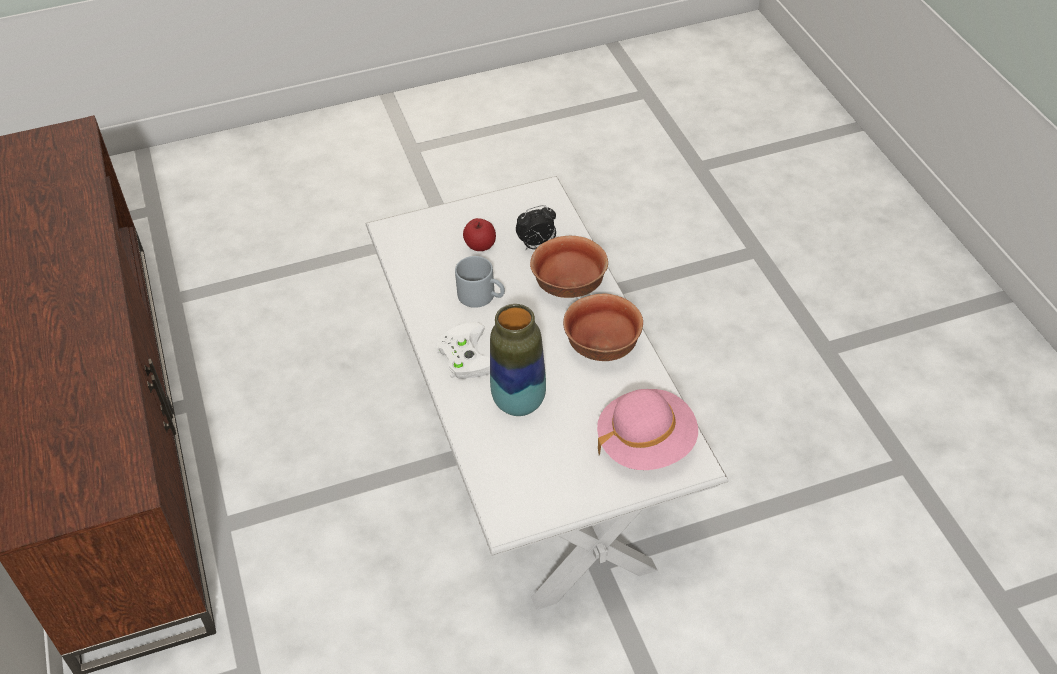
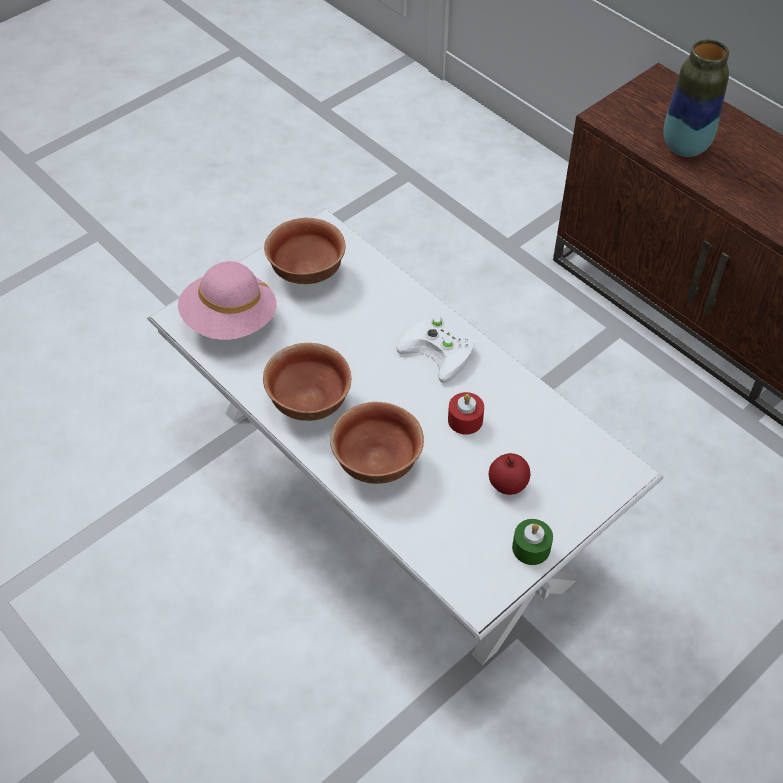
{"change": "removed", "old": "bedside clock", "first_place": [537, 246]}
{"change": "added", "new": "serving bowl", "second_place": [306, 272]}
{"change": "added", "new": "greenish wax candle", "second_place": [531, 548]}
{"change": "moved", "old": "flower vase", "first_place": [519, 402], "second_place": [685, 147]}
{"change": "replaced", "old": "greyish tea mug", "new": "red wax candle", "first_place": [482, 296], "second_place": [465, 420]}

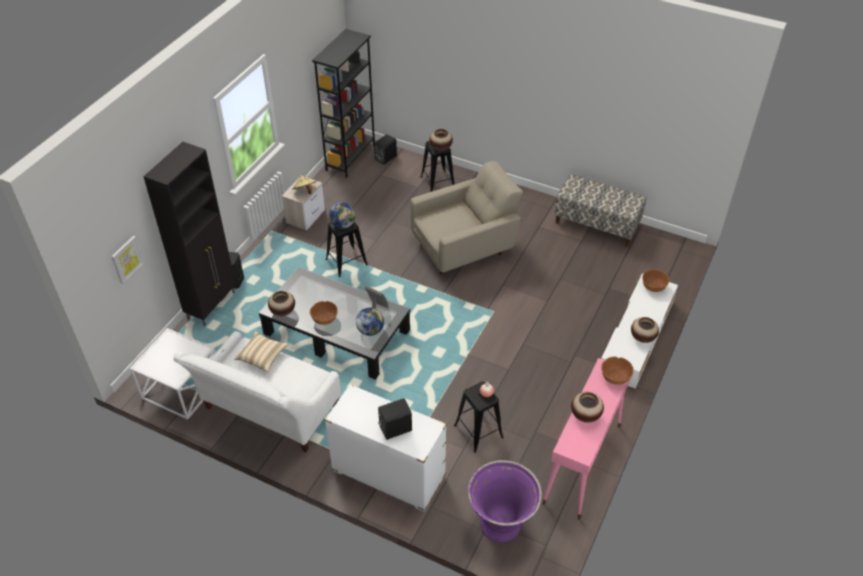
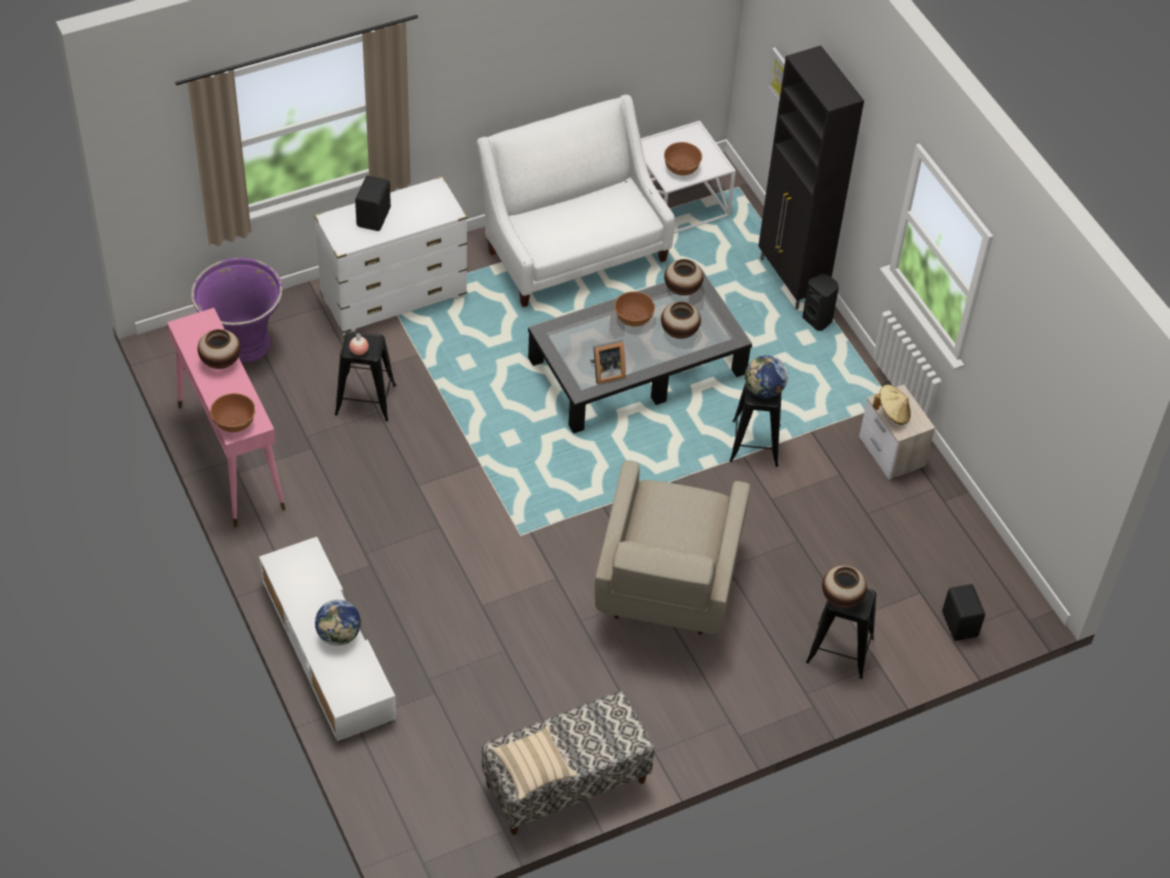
{"change": "removed", "old": "blackish shelving unit", "first_place": [350, 157]}
{"change": "moved", "old": "beige-coloured throw pillow", "first_place": [262, 356], "second_place": [533, 769]}
{"change": "moved", "old": "desk globe", "first_place": [370, 330], "second_place": [339, 635]}
{"change": "moved", "old": "flower vase", "first_place": [642, 338], "second_place": [679, 332]}
{"change": "moved", "old": "brown serving bowl", "first_place": [653, 287], "second_place": [681, 168]}

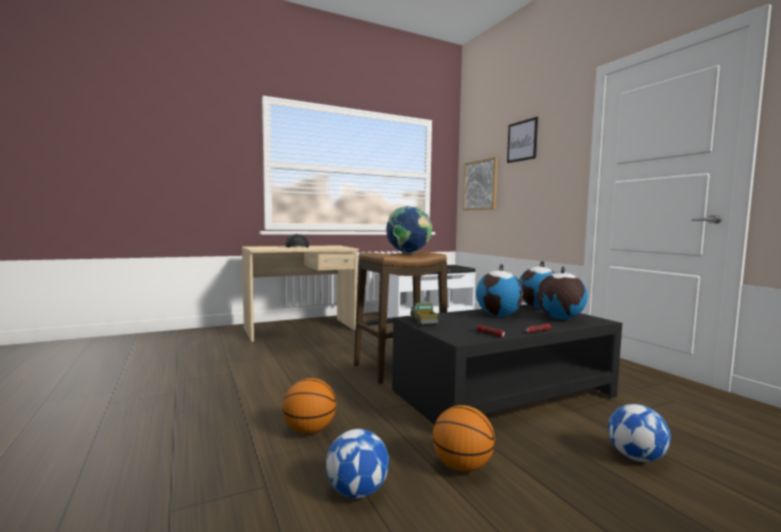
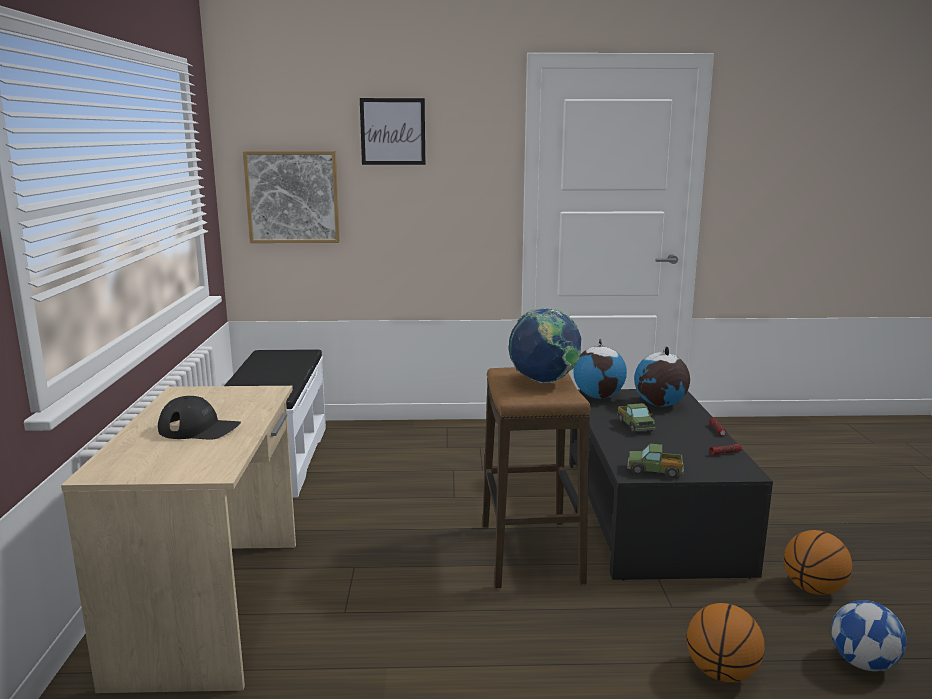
{"change": "removed", "old": "ball for football", "first_place": [636, 457]}
{"change": "replaced", "old": "desk globe", "new": "toy truck", "first_place": [499, 315], "second_place": [635, 426]}

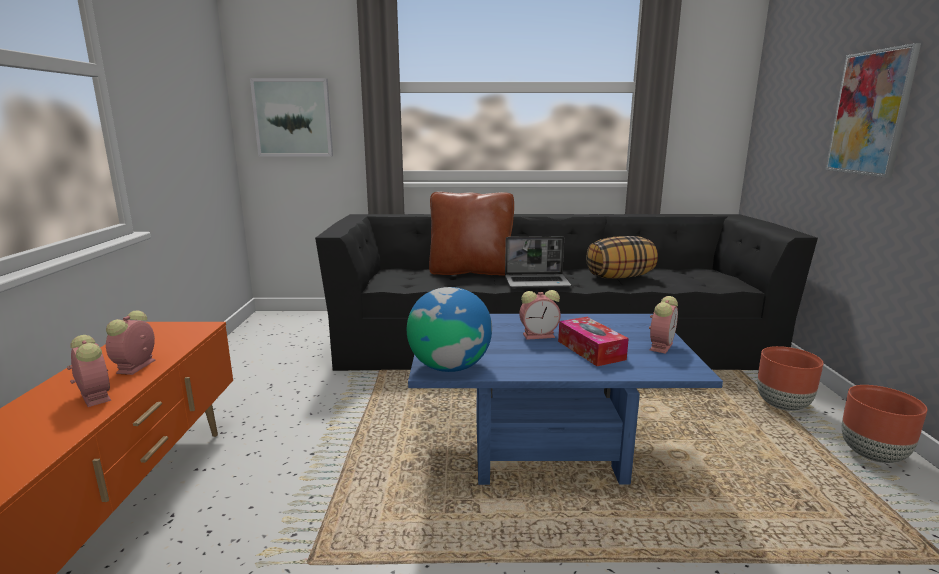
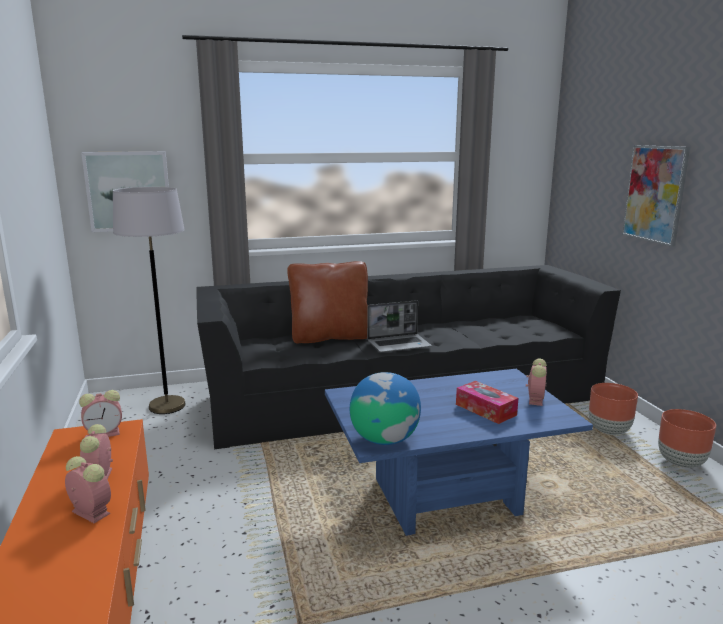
{"change": "removed", "old": "throw pillow", "first_place": [619, 277]}
{"change": "added", "new": "greyish standing lamp", "second_place": [167, 406]}
{"change": "moved", "old": "bedside clock", "first_place": [540, 335], "second_place": [105, 433]}

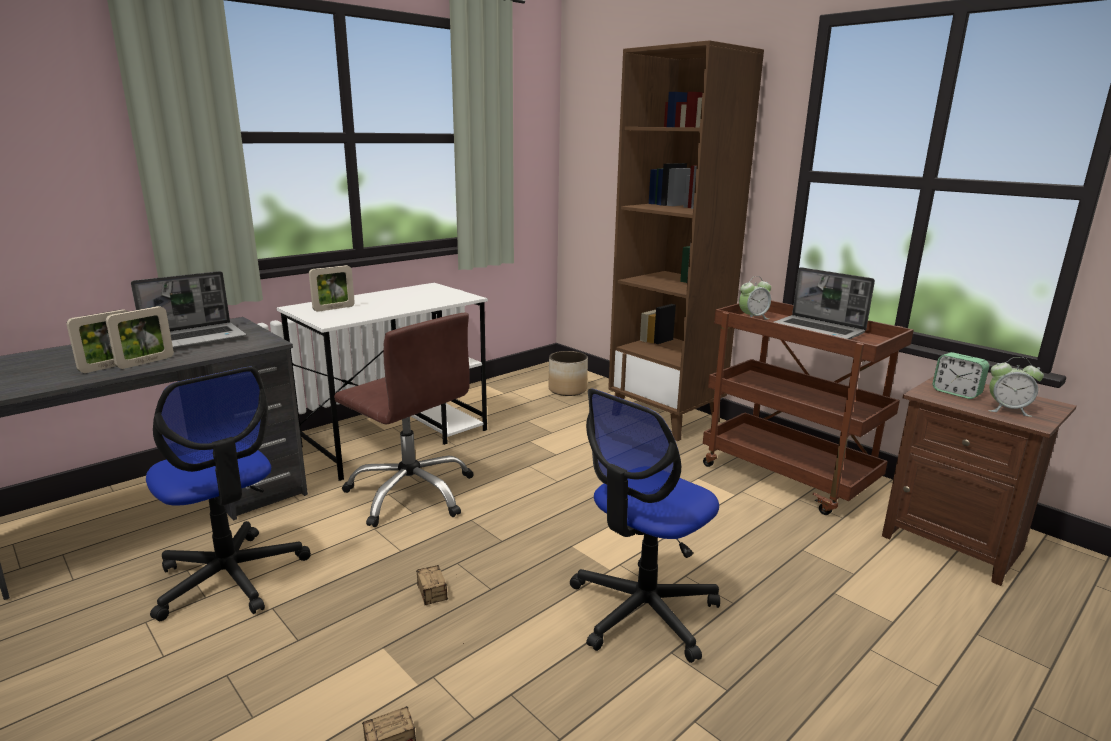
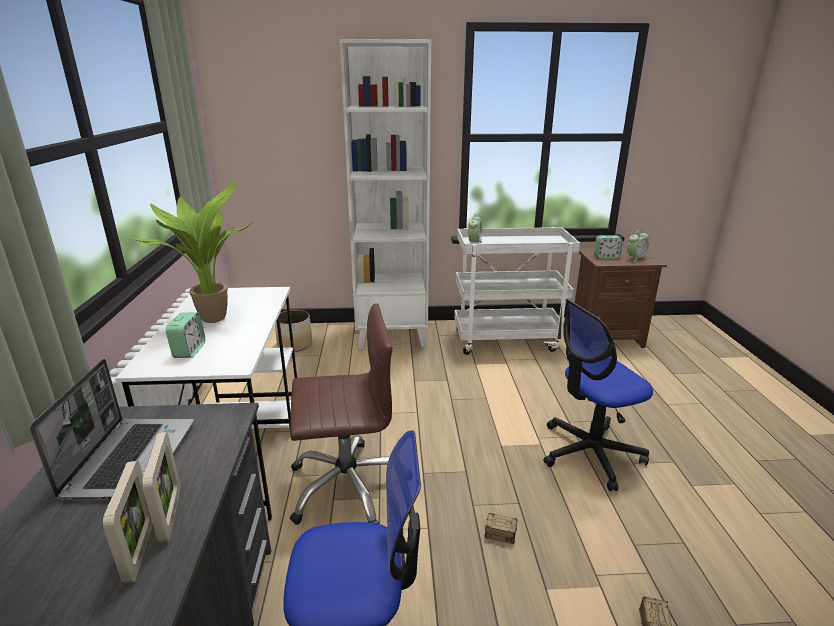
{"change": "removed", "old": "laptop", "first_place": [817, 331]}
{"change": "added", "new": "potted plant", "second_place": [212, 317]}
{"change": "replaced", "old": "standing frame", "new": "bedside clock", "first_place": [334, 308], "second_place": [189, 351]}
{"change": "recoloured", "old": "brown shelving unit", "new": "white shelving unit", "first_place": [666, 418], "second_place": [392, 335]}
{"change": "recoloured", "old": "brown wheeled cart", "new": "white wheeled cart", "first_place": [789, 477], "second_place": [507, 340]}
{"change": "turned", "old": "computer chair", "first_place": [643, 611], "second_place": [590, 453], "degrees": 75}

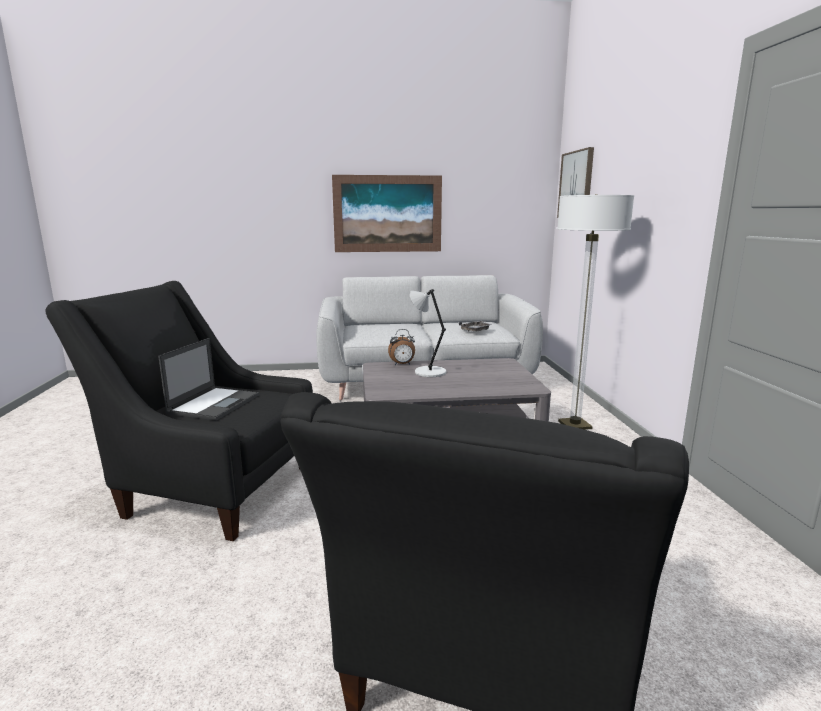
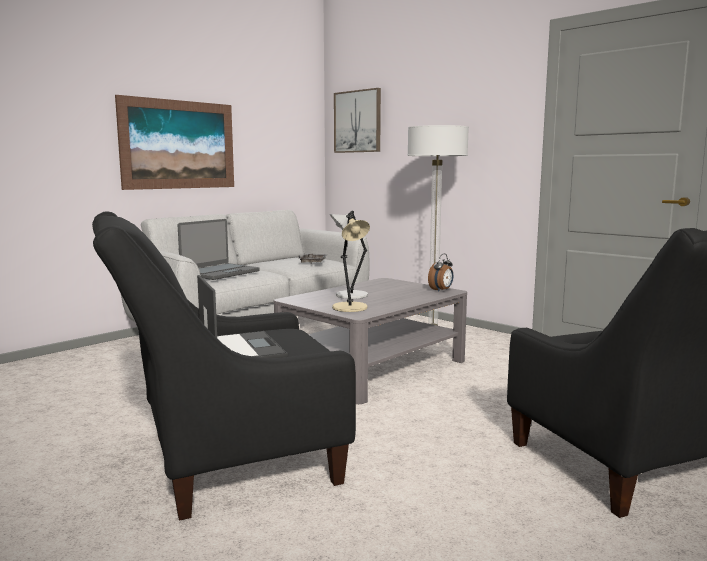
{"change": "added", "new": "laptop", "second_place": [220, 273]}
{"change": "added", "new": "beige-coloured tabletop lamp", "second_place": [351, 308]}
{"change": "moved", "old": "bedside clock", "first_place": [402, 364], "second_place": [441, 290]}

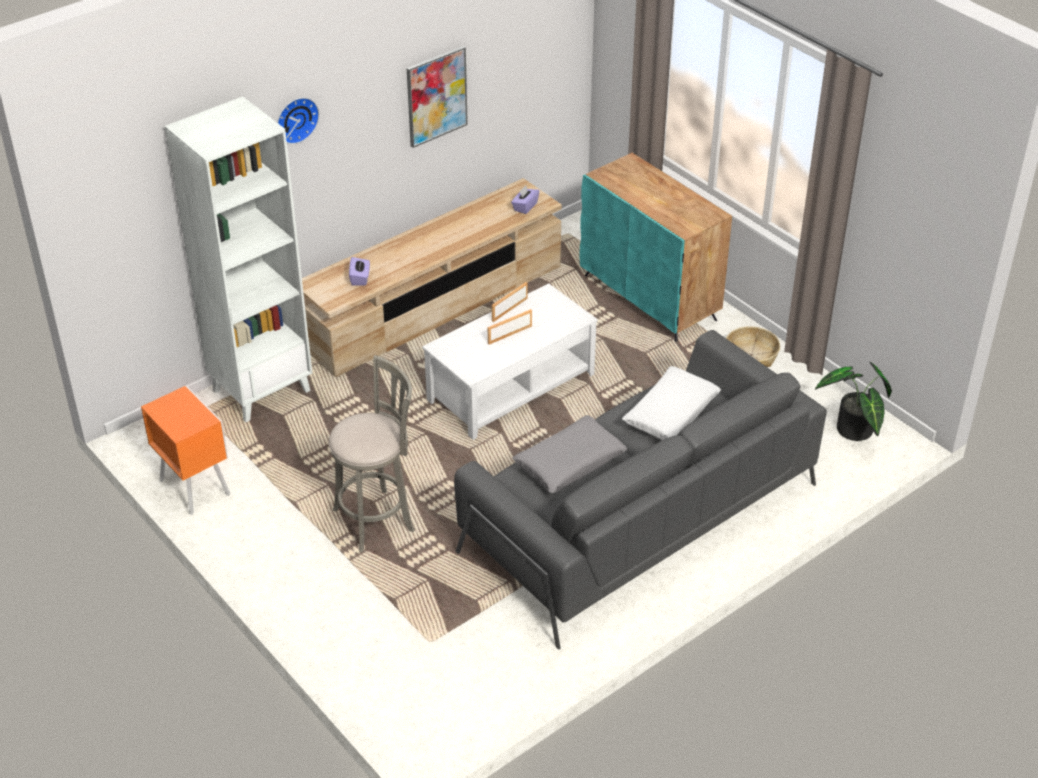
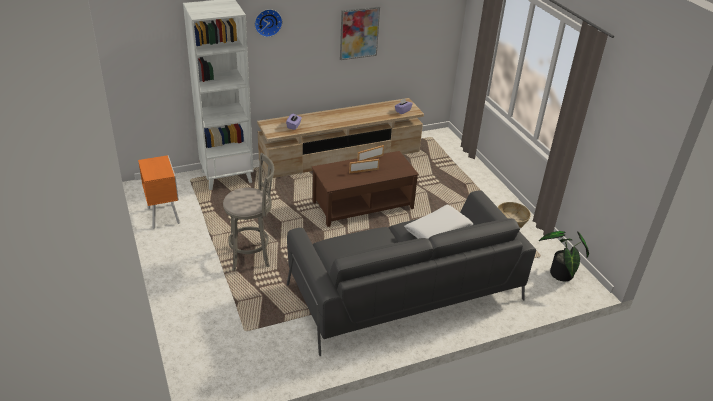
{"change": "removed", "old": "greyish throw pillow", "first_place": [569, 462]}
{"change": "removed", "old": "turquoise storage cabinet", "first_place": [650, 298]}
{"change": "recoloured", "old": "white low table", "new": "brown low table", "first_place": [511, 388], "second_place": [362, 205]}

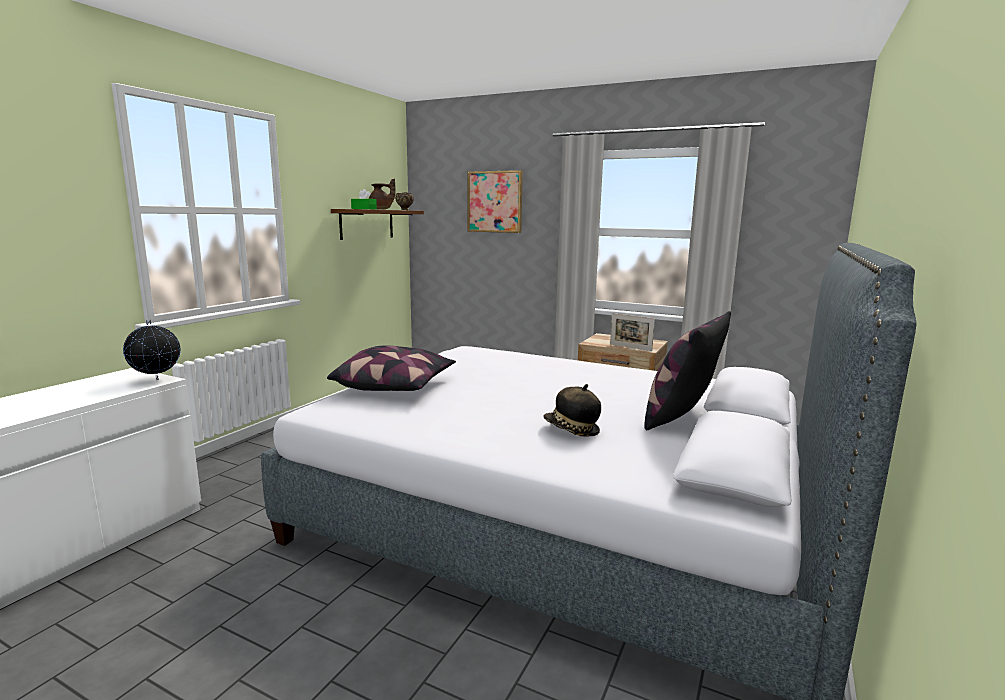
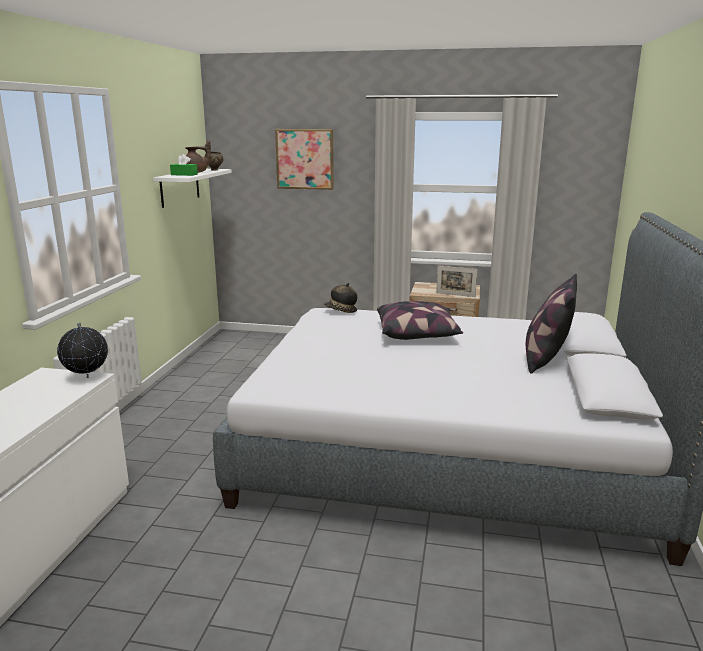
{"change": "moved", "old": "throw pillow", "first_place": [396, 387], "second_place": [417, 334]}
{"change": "moved", "old": "wearable hat", "first_place": [571, 430], "second_place": [340, 311]}
{"change": "recoloured", "old": "brown wall shelf", "new": "white wall shelf", "first_place": [367, 224], "second_place": [180, 187]}

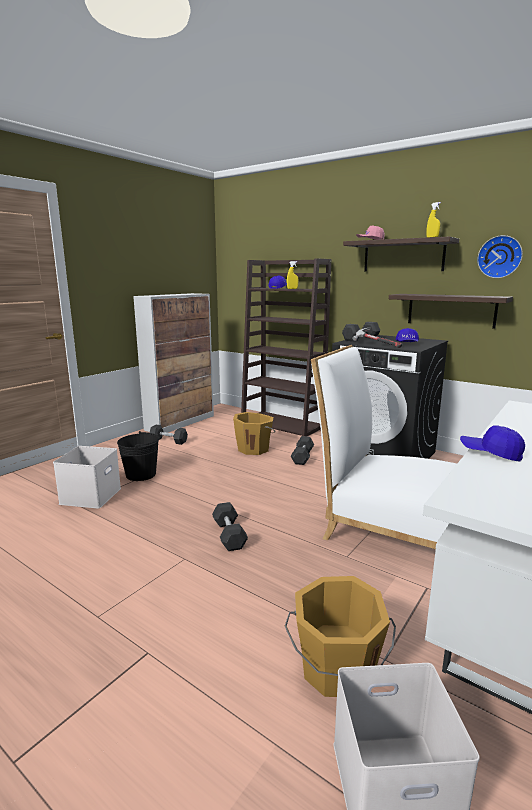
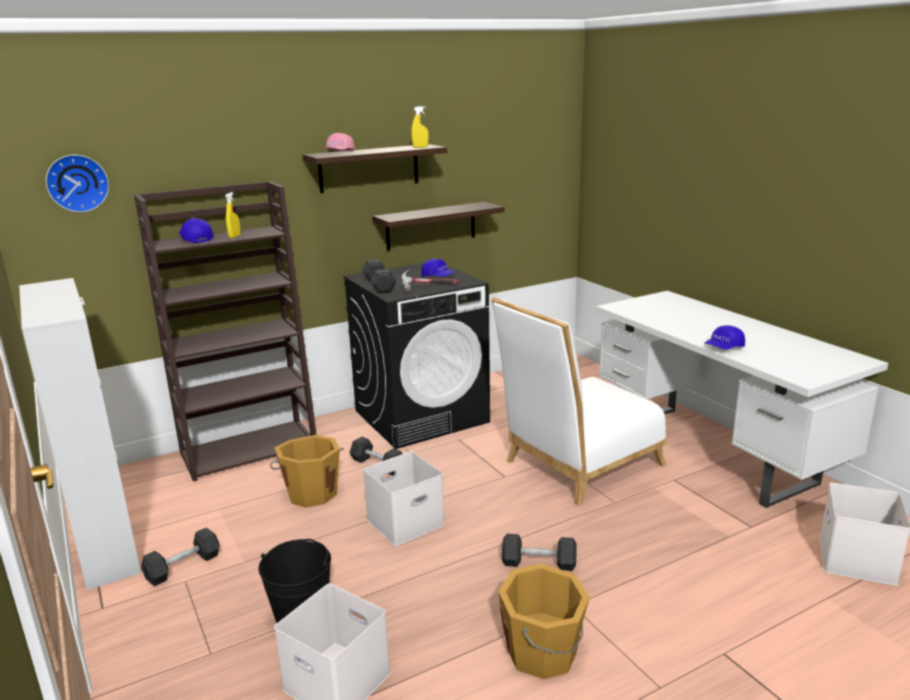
{"change": "added", "new": "white storage bin", "second_place": [405, 521]}
{"change": "moved", "old": "orangey bucket", "first_place": [336, 669], "second_place": [543, 653]}
{"change": "moved", "old": "clock on the wall", "first_place": [500, 257], "second_place": [77, 183]}

